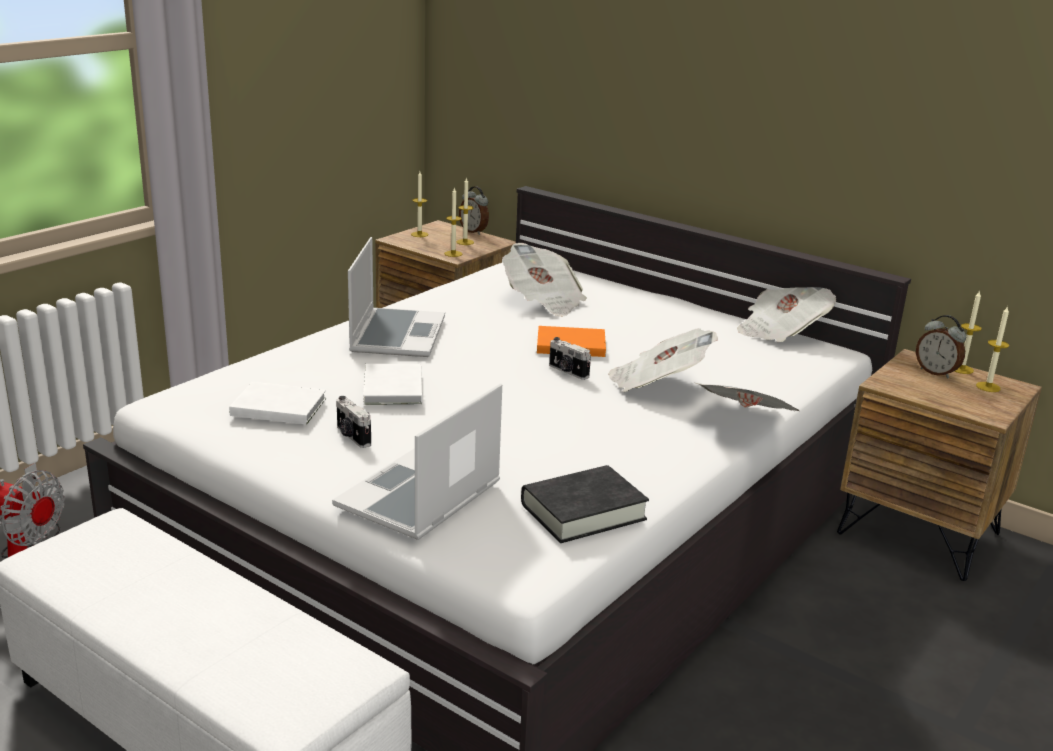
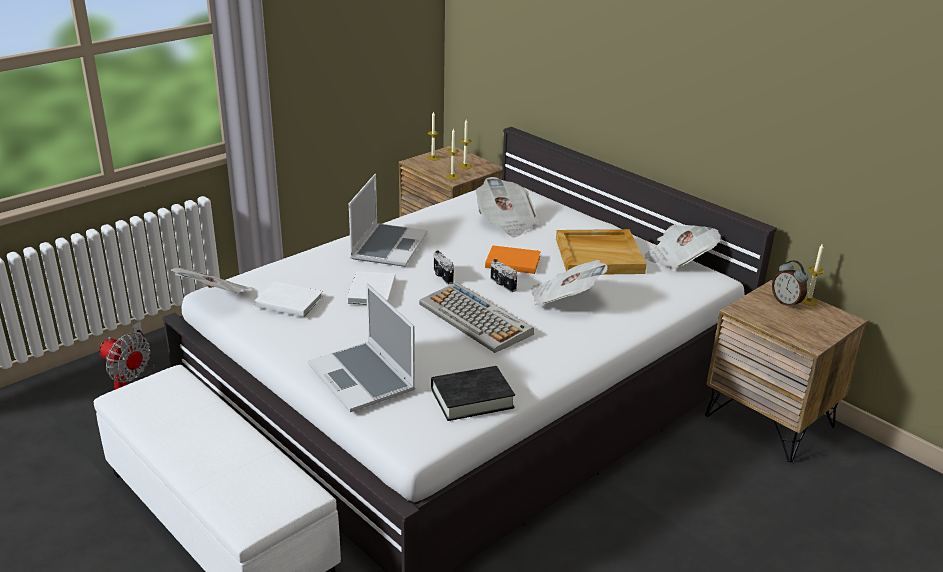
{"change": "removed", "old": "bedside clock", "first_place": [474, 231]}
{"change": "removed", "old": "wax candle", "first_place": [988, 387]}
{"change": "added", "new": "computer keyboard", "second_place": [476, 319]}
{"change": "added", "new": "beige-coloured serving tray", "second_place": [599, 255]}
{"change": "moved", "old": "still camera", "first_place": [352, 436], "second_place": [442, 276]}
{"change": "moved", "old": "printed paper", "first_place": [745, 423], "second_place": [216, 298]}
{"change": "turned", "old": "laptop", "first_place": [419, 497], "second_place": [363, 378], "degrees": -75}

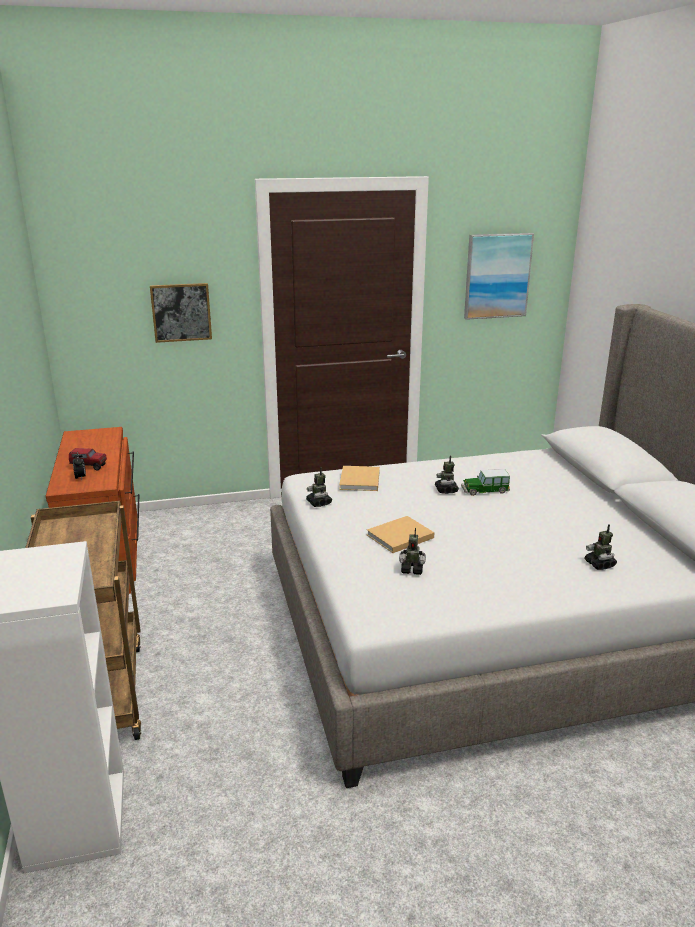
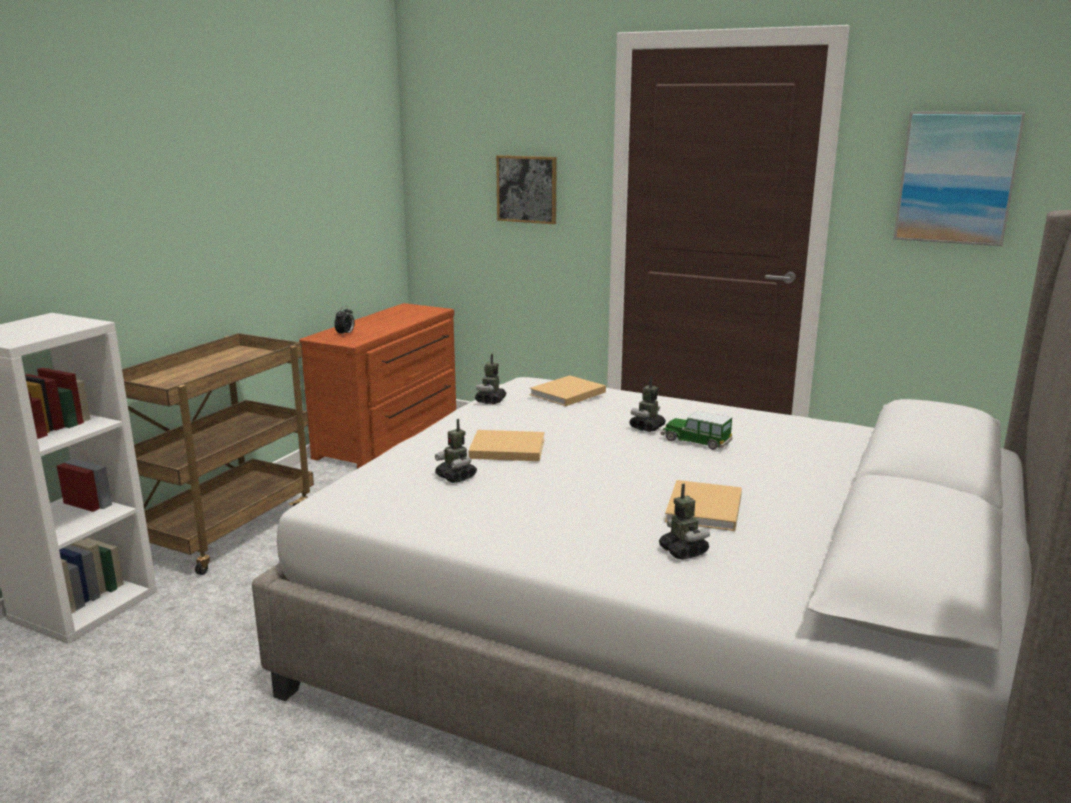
{"change": "removed", "old": "toy truck", "first_place": [89, 467]}
{"change": "added", "new": "beige-coloured book", "second_place": [703, 510]}
{"change": "turned", "old": "model robot", "first_place": [599, 564], "second_place": [683, 551], "degrees": 135}

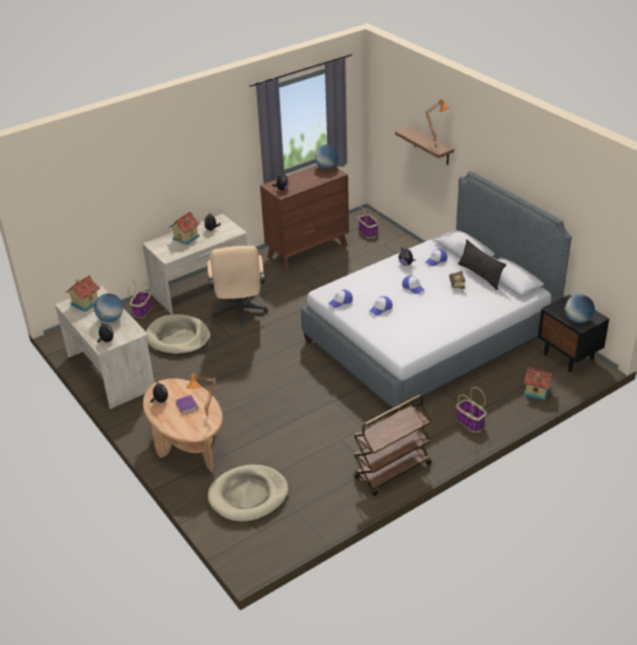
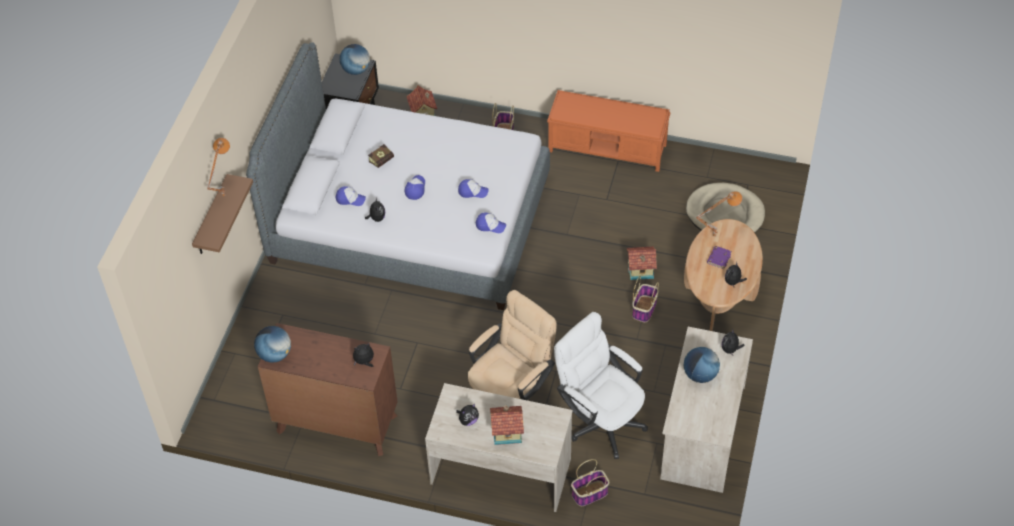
{"change": "removed", "old": "throw pillow", "first_place": [480, 275]}
{"change": "moved", "old": "toy house", "first_place": [84, 303], "second_place": [641, 270]}
{"change": "moved", "old": "storage basket", "first_place": [368, 232], "second_place": [644, 308]}
{"change": "replaced", "old": "beige-coloured dog bed", "new": "white computer chair", "first_place": [178, 338], "second_place": [600, 419]}
{"change": "replaced", "old": "brown wheeled cart", "new": "orangey bench", "first_place": [392, 472], "second_place": [608, 148]}

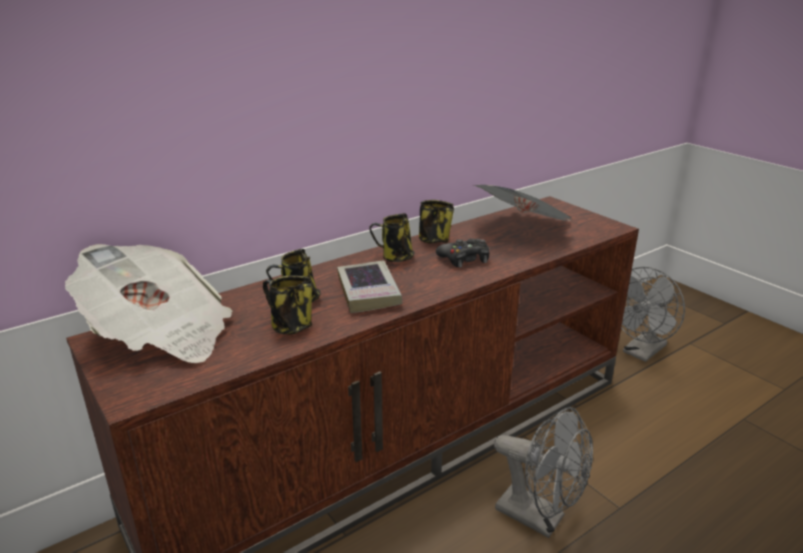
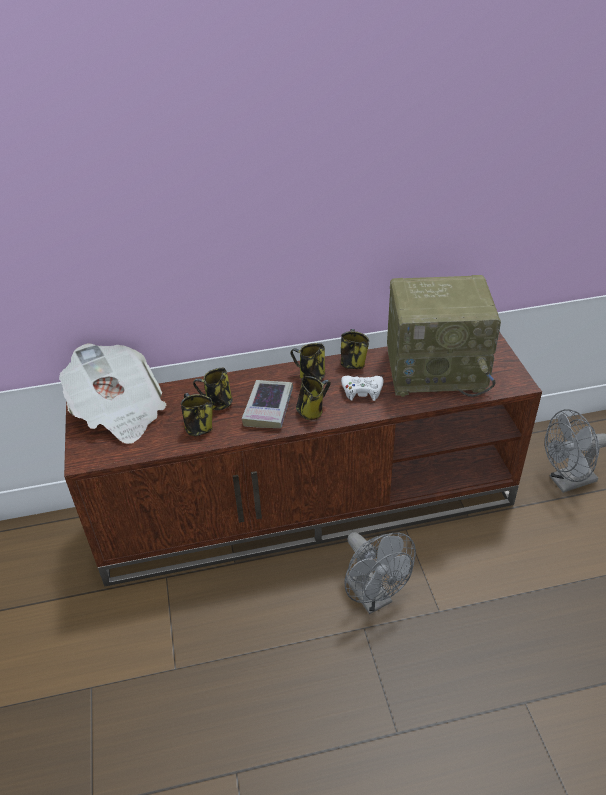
{"change": "added", "new": "tea mug", "second_place": [312, 411]}
{"change": "replaced", "old": "printed paper", "new": "radio receiver", "first_place": [525, 230], "second_place": [437, 369]}
{"change": "recoloured", "old": "blackish gamepad", "new": "white gamepad", "first_place": [464, 259], "second_place": [362, 391]}

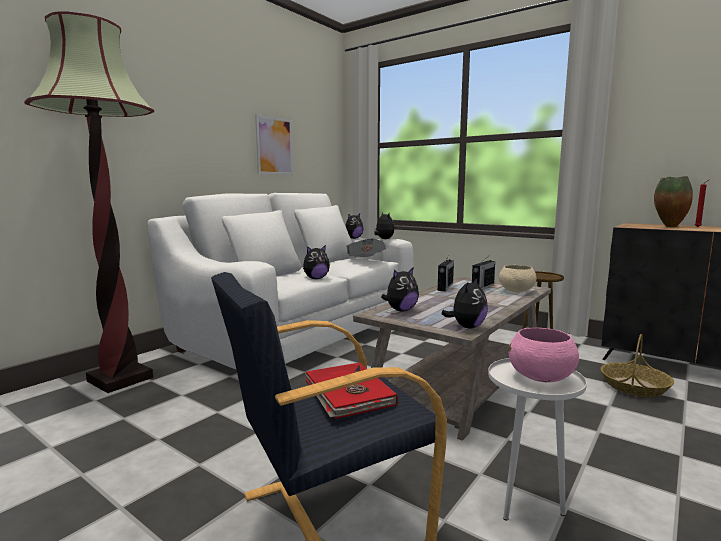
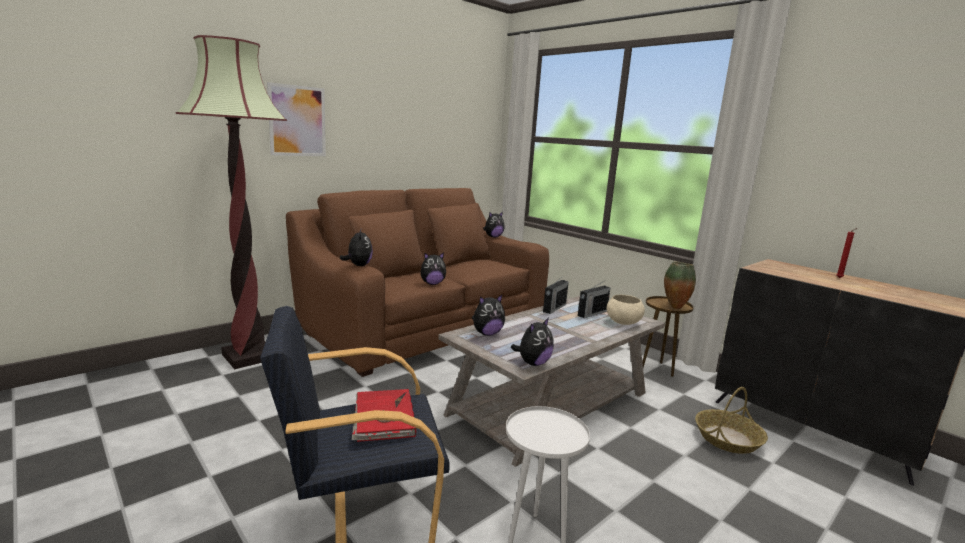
{"change": "removed", "old": "printed paper", "first_place": [365, 260]}
{"change": "removed", "old": "pink-coloured serving bowl", "first_place": [541, 378]}
{"change": "moved", "old": "wall picture", "first_place": [274, 146], "second_place": [297, 121]}
{"change": "moved", "old": "cuddly toy", "first_place": [383, 239], "second_place": [358, 265]}
{"change": "moved", "old": "flower vase", "first_place": [668, 227], "second_place": [674, 307]}
{"change": "recoloured", "old": "white settee", "new": "brown settee", "first_place": [299, 333], "second_place": [424, 328]}

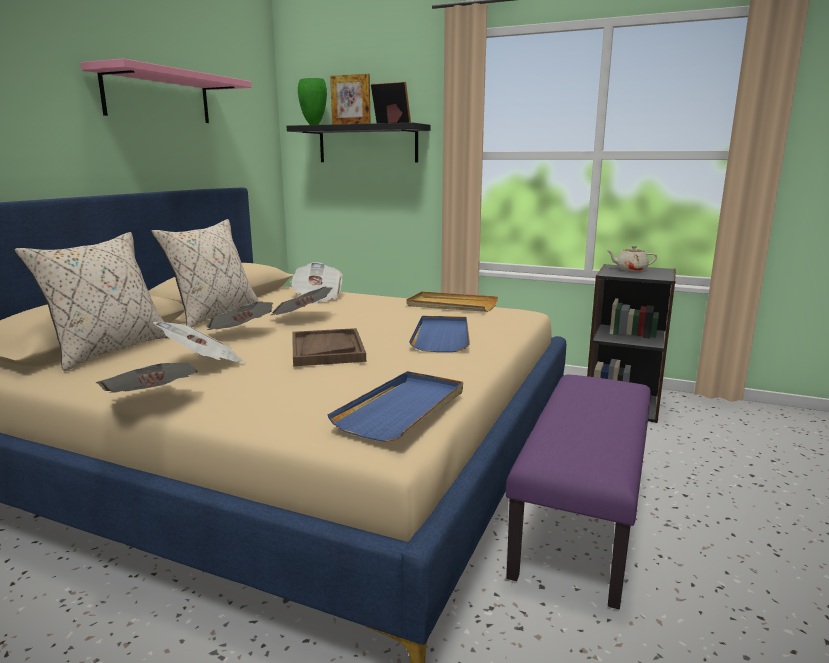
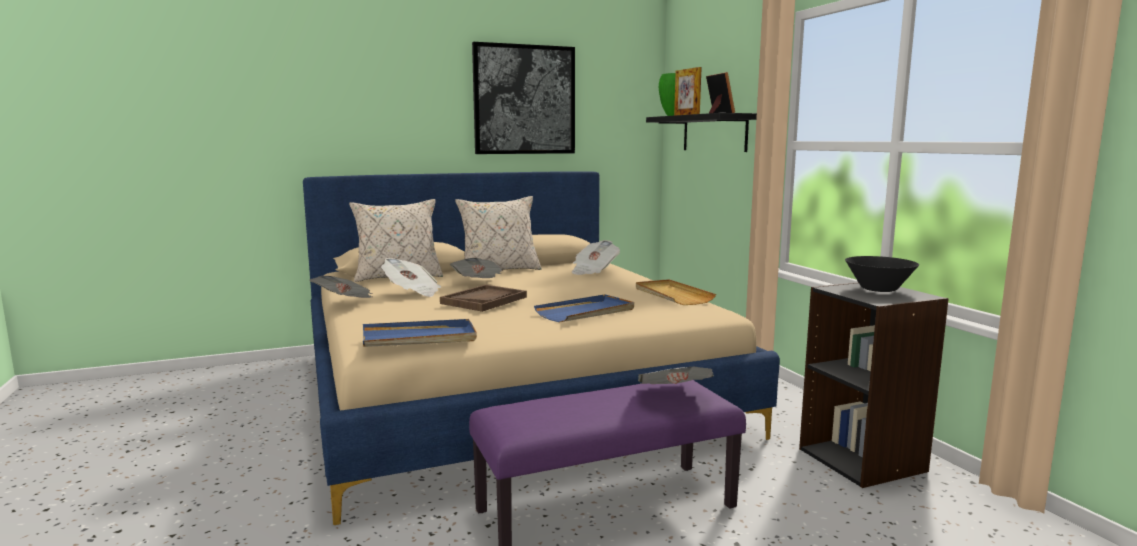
{"change": "moved", "old": "printed paper", "first_place": [302, 318], "second_place": [674, 397]}
{"change": "replaced", "old": "pink-coloured wall shelf", "new": "wall picture", "first_place": [158, 97], "second_place": [524, 100]}
{"change": "replaced", "old": "beige-coloured teapot", "new": "blackish serving bowl", "first_place": [630, 269], "second_place": [879, 289]}

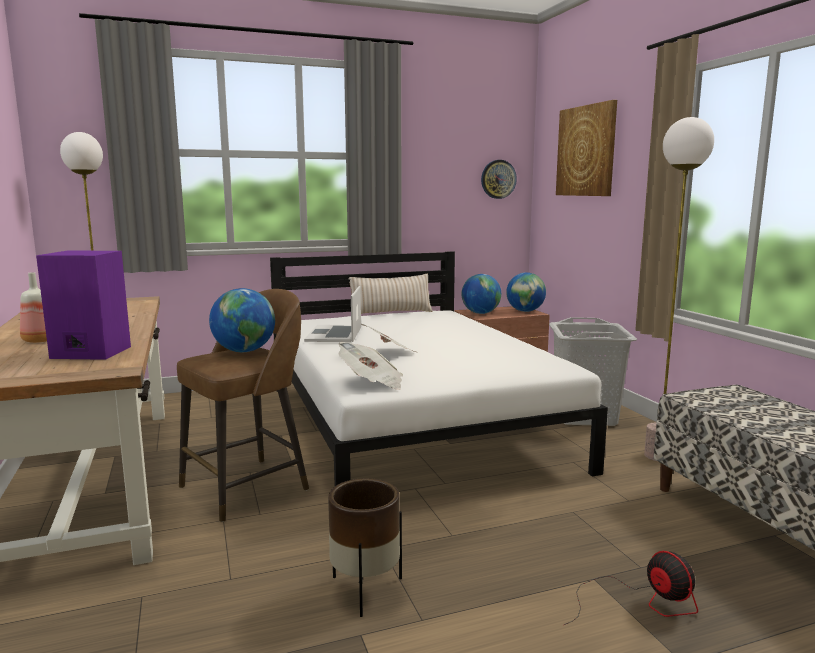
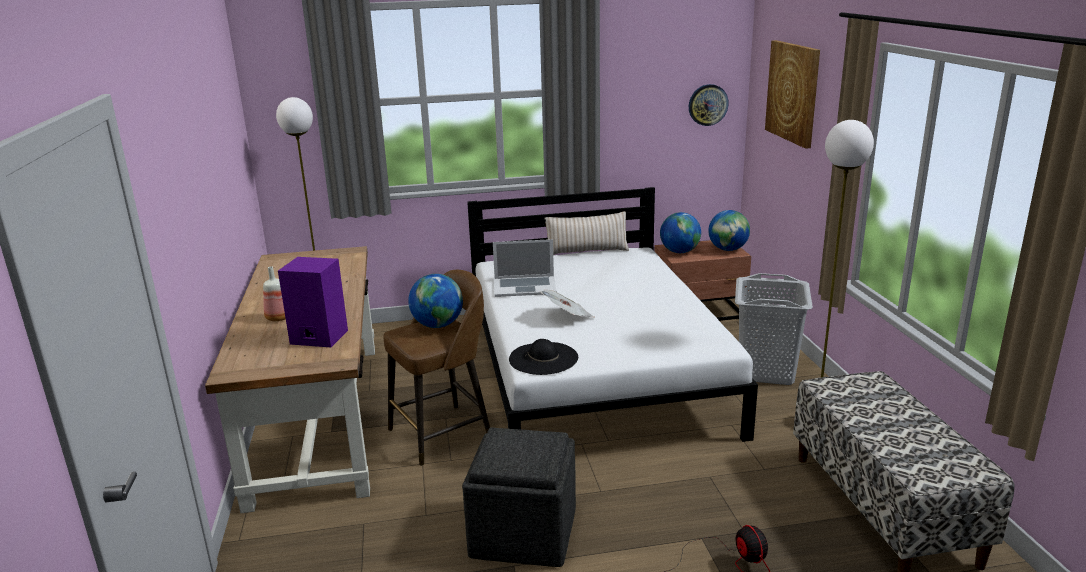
{"change": "replaced", "old": "brown plant pot", "new": "greyish footrest", "first_place": [365, 589], "second_place": [523, 531]}
{"change": "replaced", "old": "printed paper", "new": "blackish wearable hat", "first_place": [372, 383], "second_place": [543, 358]}
{"change": "turned", "old": "laptop", "first_place": [335, 334], "second_place": [525, 286], "degrees": -105}

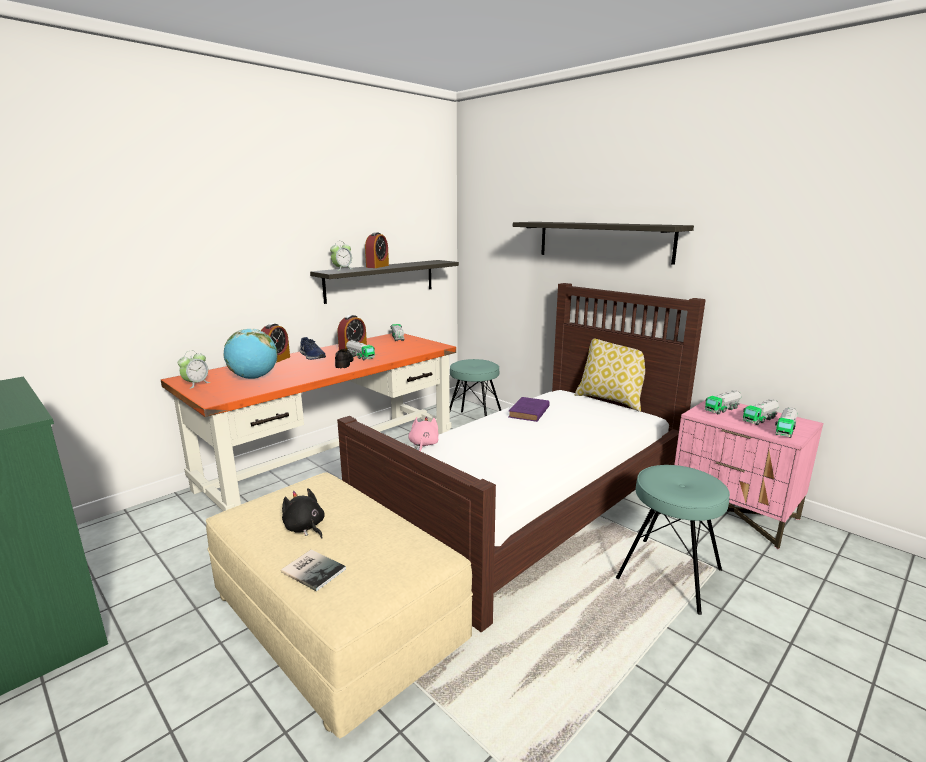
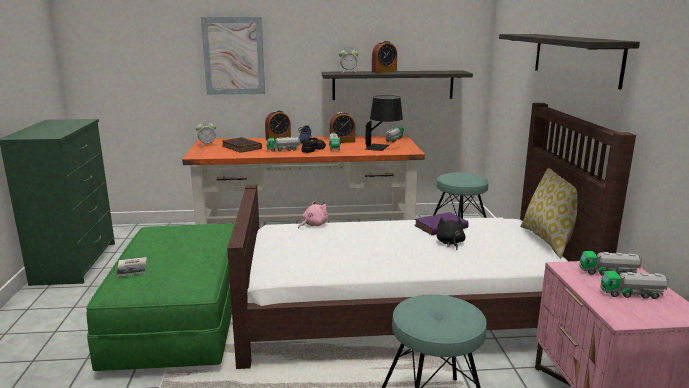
{"change": "added", "new": "wall picture", "second_place": [233, 56]}
{"change": "added", "new": "blackish tabletop lamp", "second_place": [383, 147]}
{"change": "moved", "old": "blackish cuddly toy", "first_place": [305, 528], "second_place": [450, 243]}
{"change": "moved", "old": "toy truck", "first_place": [785, 430], "second_place": [283, 150]}
{"change": "replaced", "old": "desk globe", "new": "brown book", "first_place": [254, 378], "second_place": [242, 147]}
{"change": "recoloured", "old": "beige-coloured footrest", "new": "greenish footrest", "first_place": [337, 618], "second_place": [180, 320]}

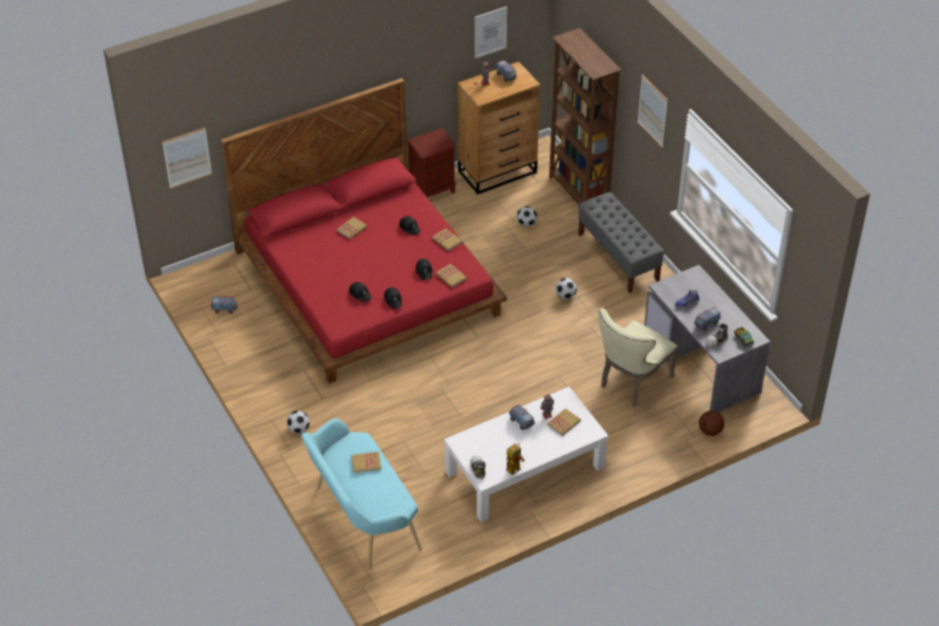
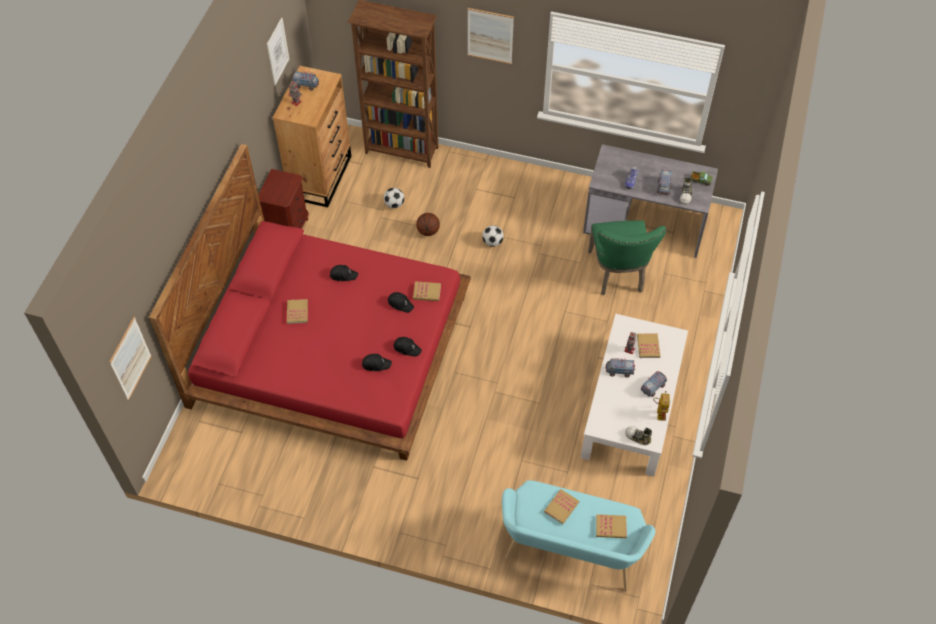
{"change": "removed", "old": "ball for football", "first_place": [298, 429]}
{"change": "removed", "old": "greyish bench", "first_place": [618, 258]}
{"change": "moved", "old": "toy truck", "first_place": [224, 309], "second_place": [653, 387]}
{"change": "moved", "old": "book", "first_place": [447, 241], "second_place": [611, 527]}
{"change": "moved", "old": "basketball", "first_place": [710, 431], "second_place": [428, 231]}
{"change": "recoloured", "old": "beige-coloured chair", "new": "greenish chair", "first_place": [632, 382], "second_place": [618, 275]}

